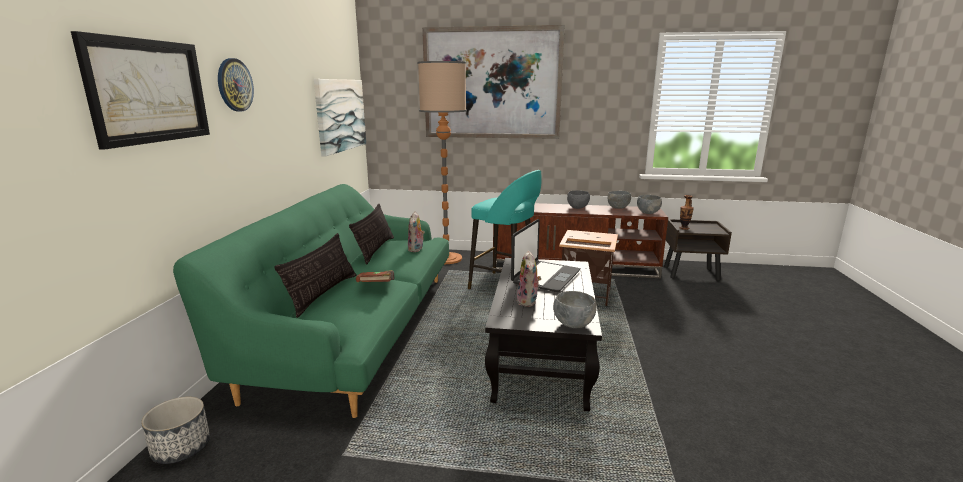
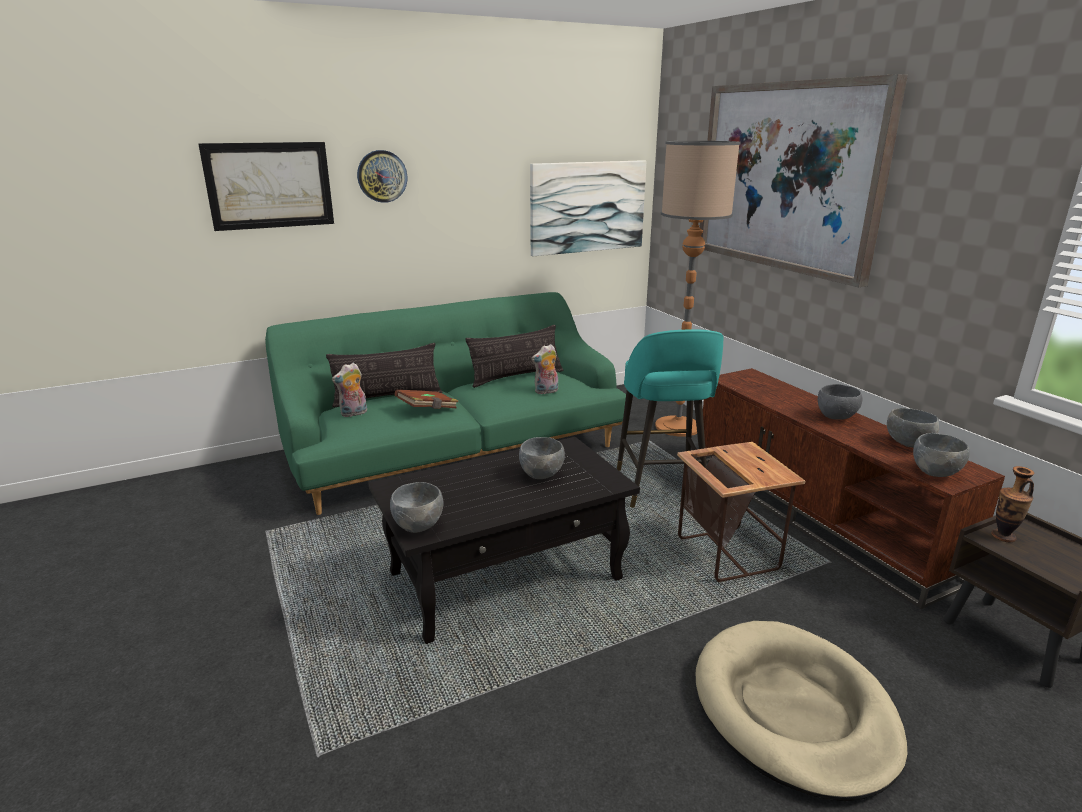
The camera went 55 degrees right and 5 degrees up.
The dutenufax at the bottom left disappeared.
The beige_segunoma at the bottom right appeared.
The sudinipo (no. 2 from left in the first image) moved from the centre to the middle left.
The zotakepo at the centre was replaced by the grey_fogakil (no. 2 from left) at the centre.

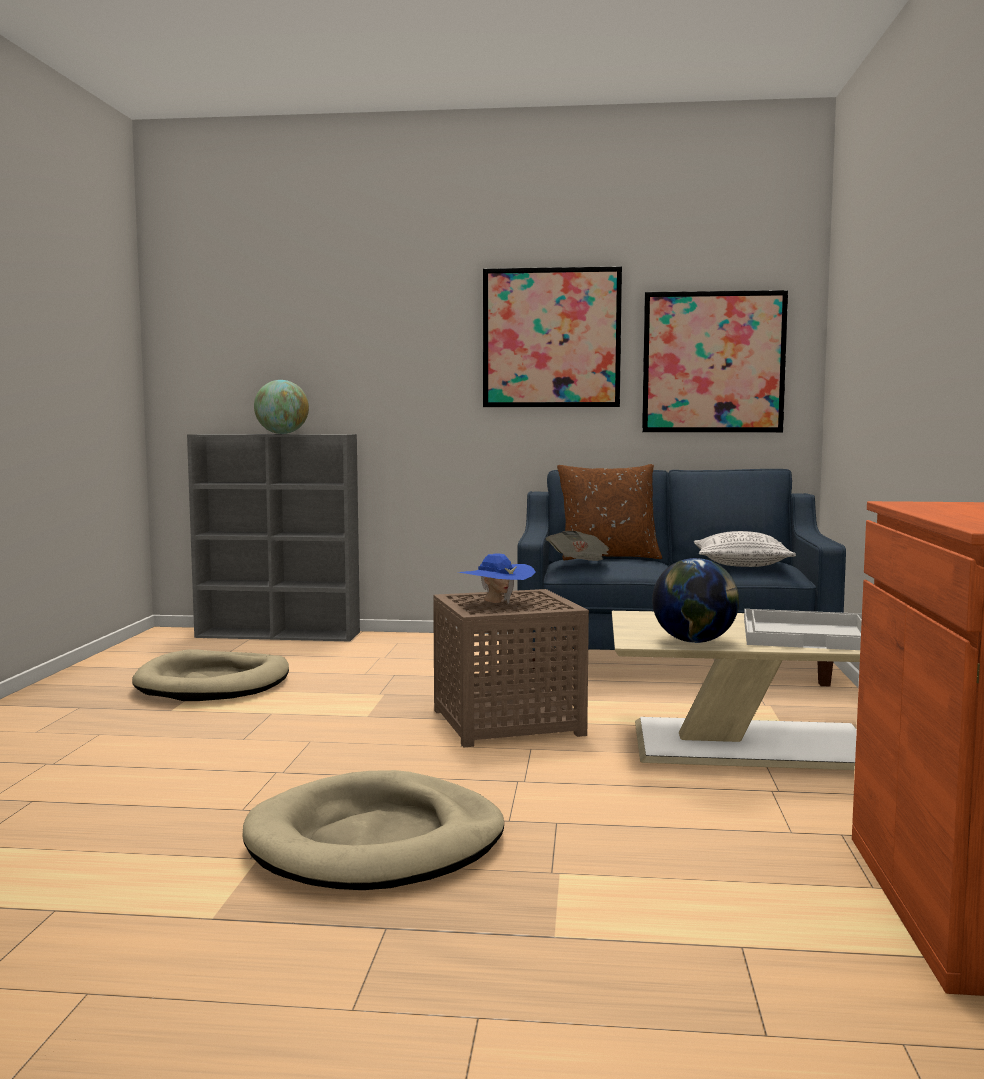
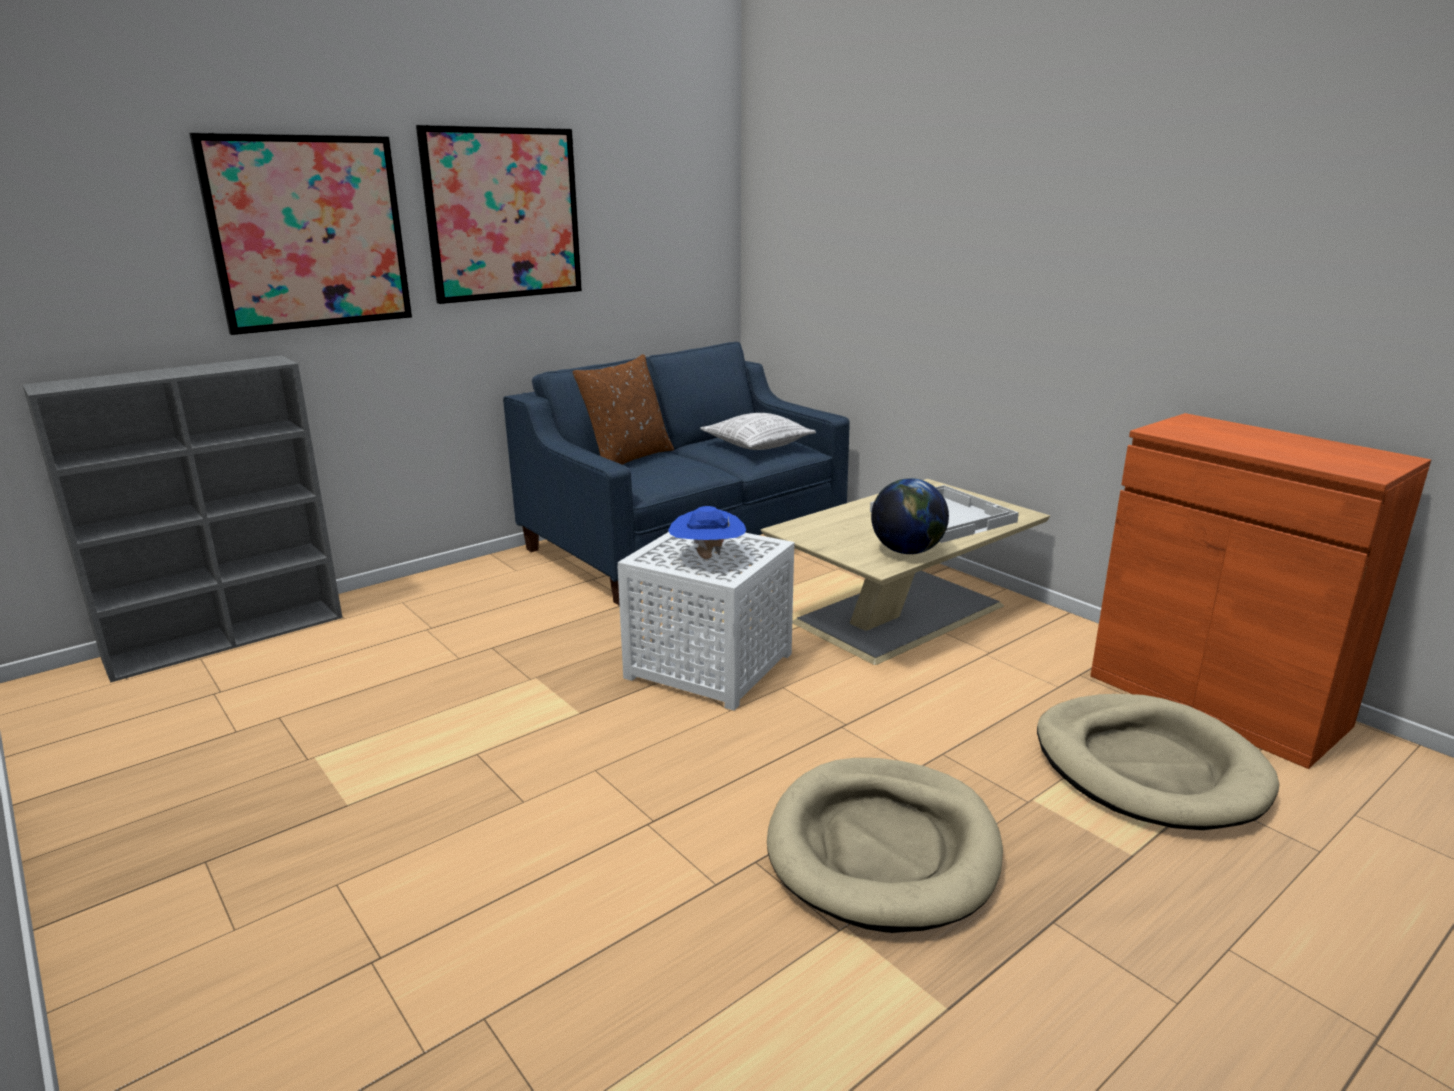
The camera went 45 degrees left and 15 degrees up.
The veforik (no. 1 from left) at the middle left disappeared.
The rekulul at the centre disappeared.
The beige_segunoma (no. 1 from left in the first image) moved from the middle left to the bottom right.
The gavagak (no. 2 from left in the first image) moved from the middle right to the top left.
The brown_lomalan at the centre became the white_lomalan at the centre.

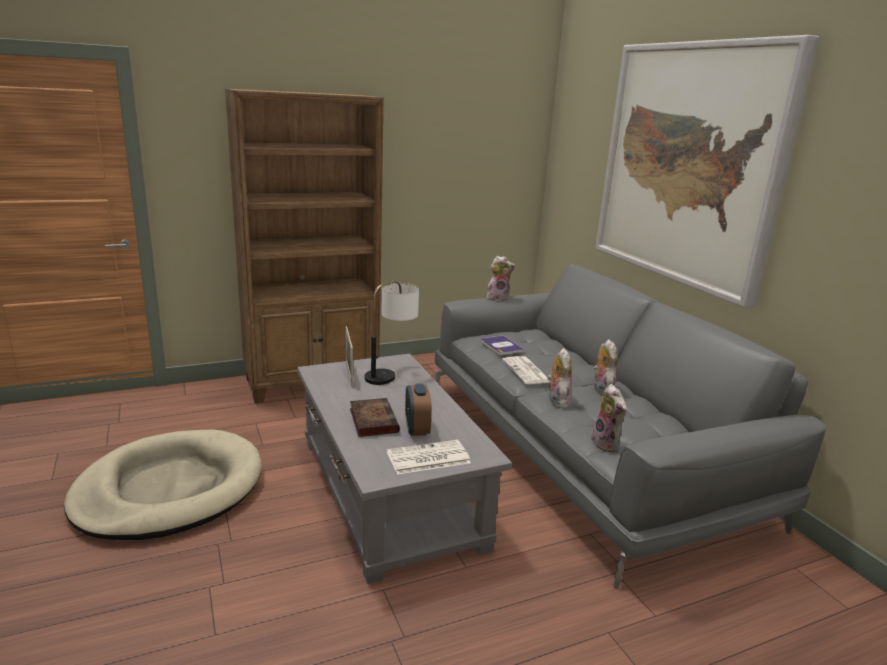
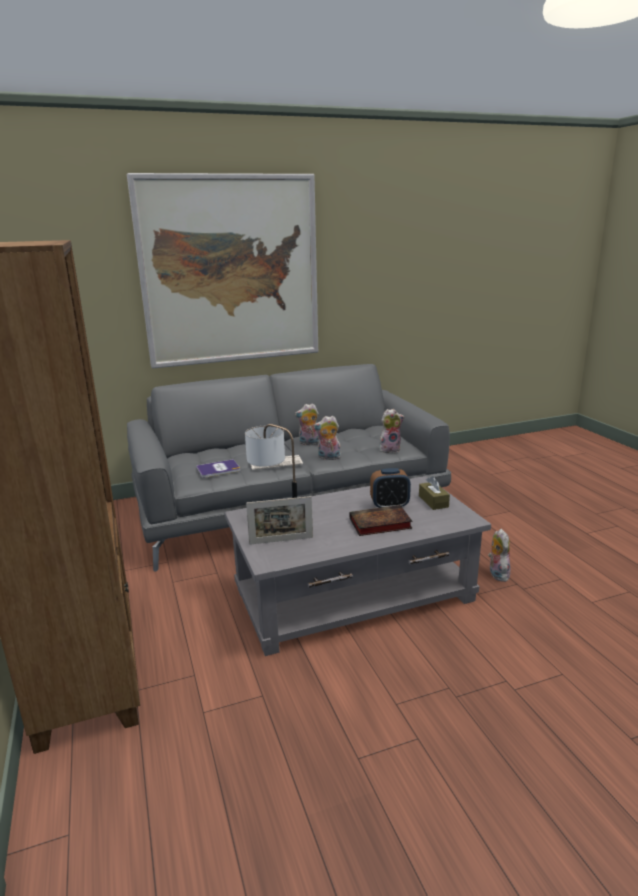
The camera went 85 degrees left and 0 degrees up.
The beige_segunoma at the bottom left disappeared.
The sudinipo (no. 1 from left in the first image) moved from the centre to the middle right.
The rekulul (no. 1 from left) at the bottom centre was replaced by the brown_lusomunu at the middle right.

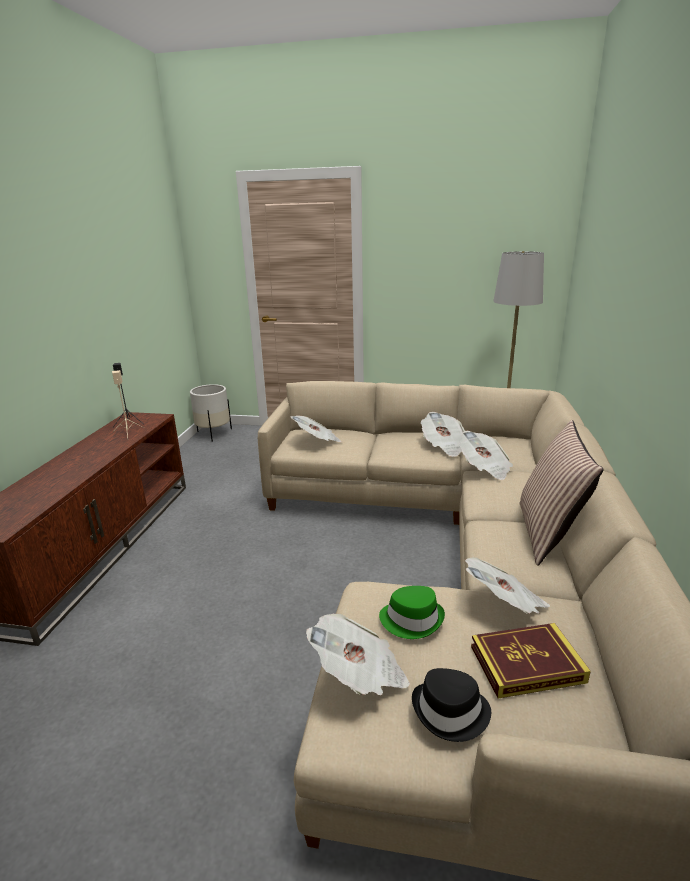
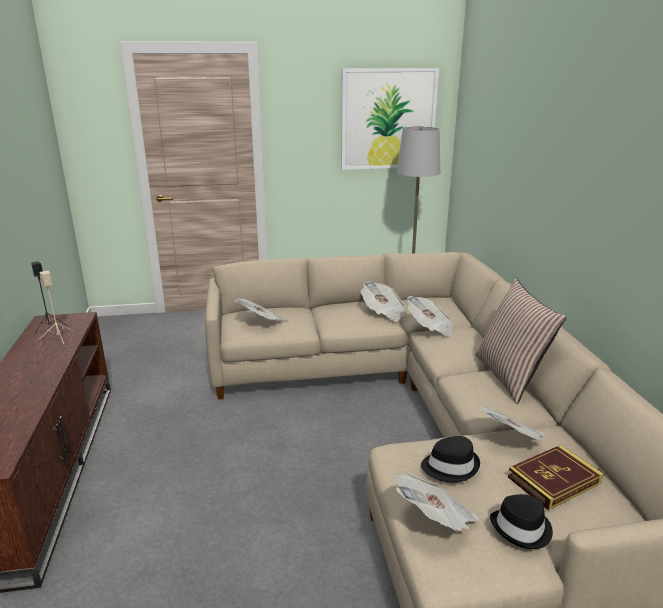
The camera went 20 degrees left and 0 degrees up.
The white_dutenufax at the middle left disappeared.
The gavagak at the top centre appeared.
The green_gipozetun at the bottom centre became the black_gipozetun (no. 1 from left) at the bottom right.

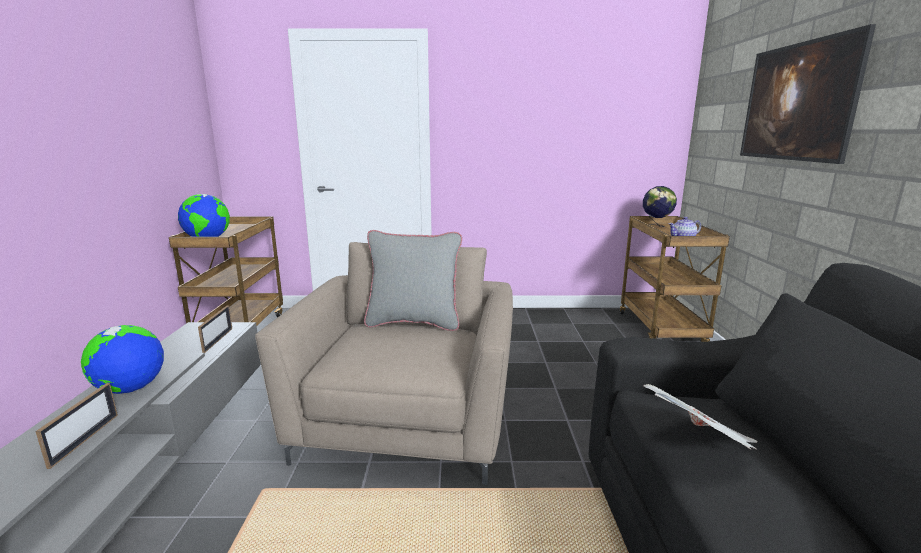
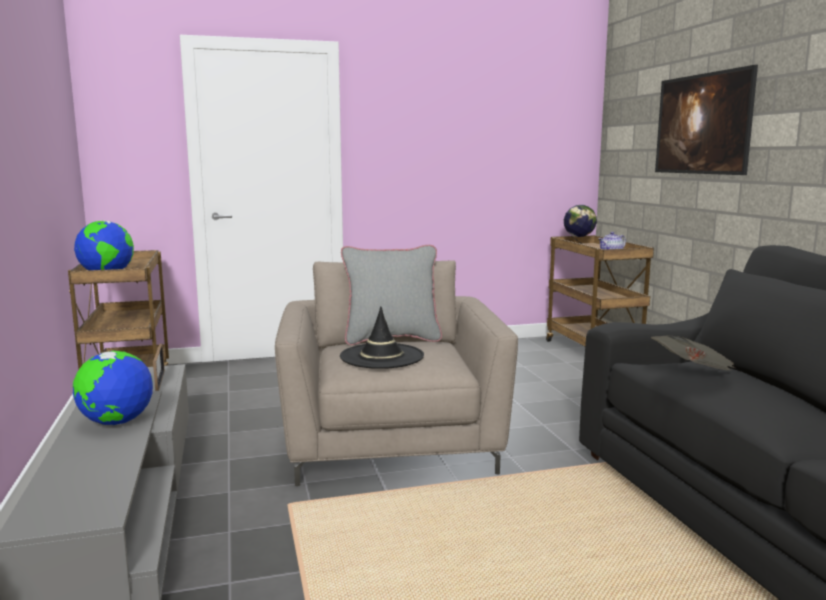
The camera went 15 degrees left and 5 degrees down.
The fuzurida (no. 1 from left) at the bottom left disappeared.
The black_gipozetun at the centre appeared.

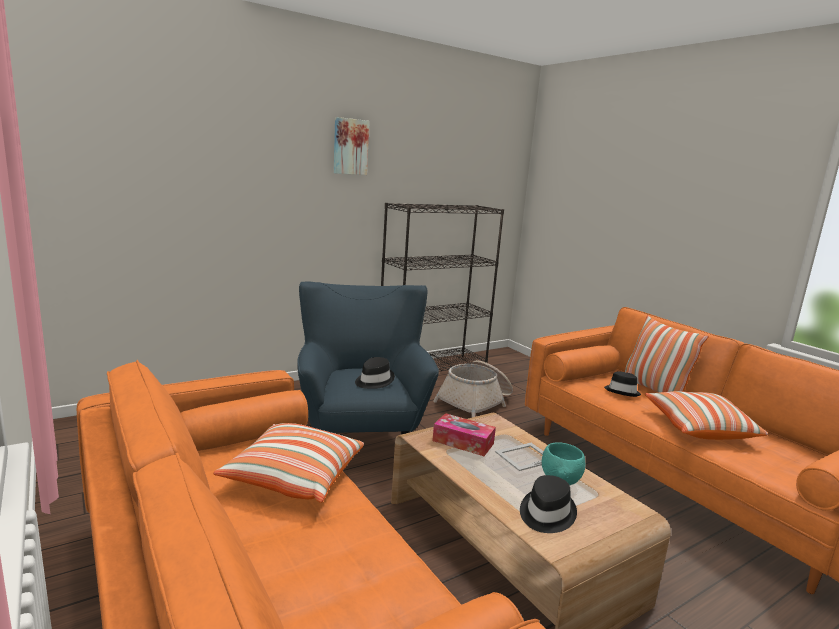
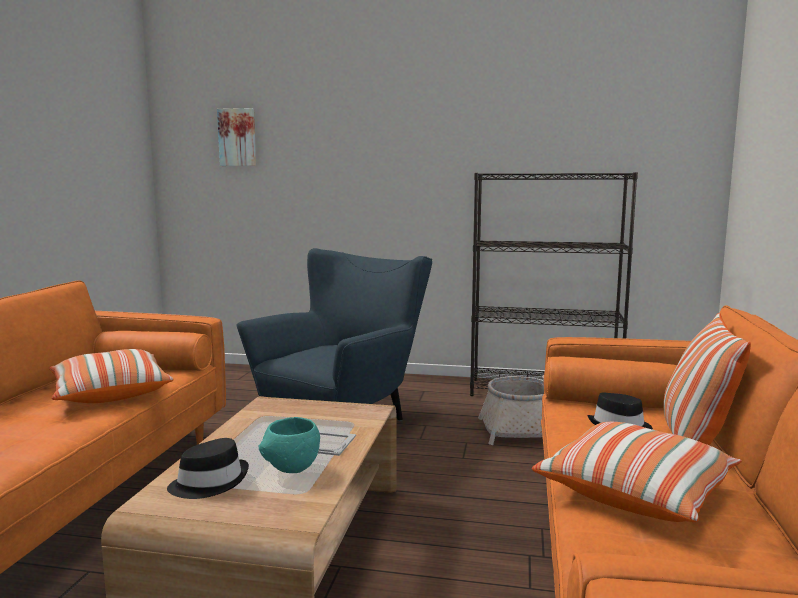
The camera went 45 degrees right and 5 degrees down.
The black_gipozetun (no. 1 from left) at the centre disappeared.
The lusomunu at the bottom centre disappeared.
The gavagak moved from the top centre to the top left.

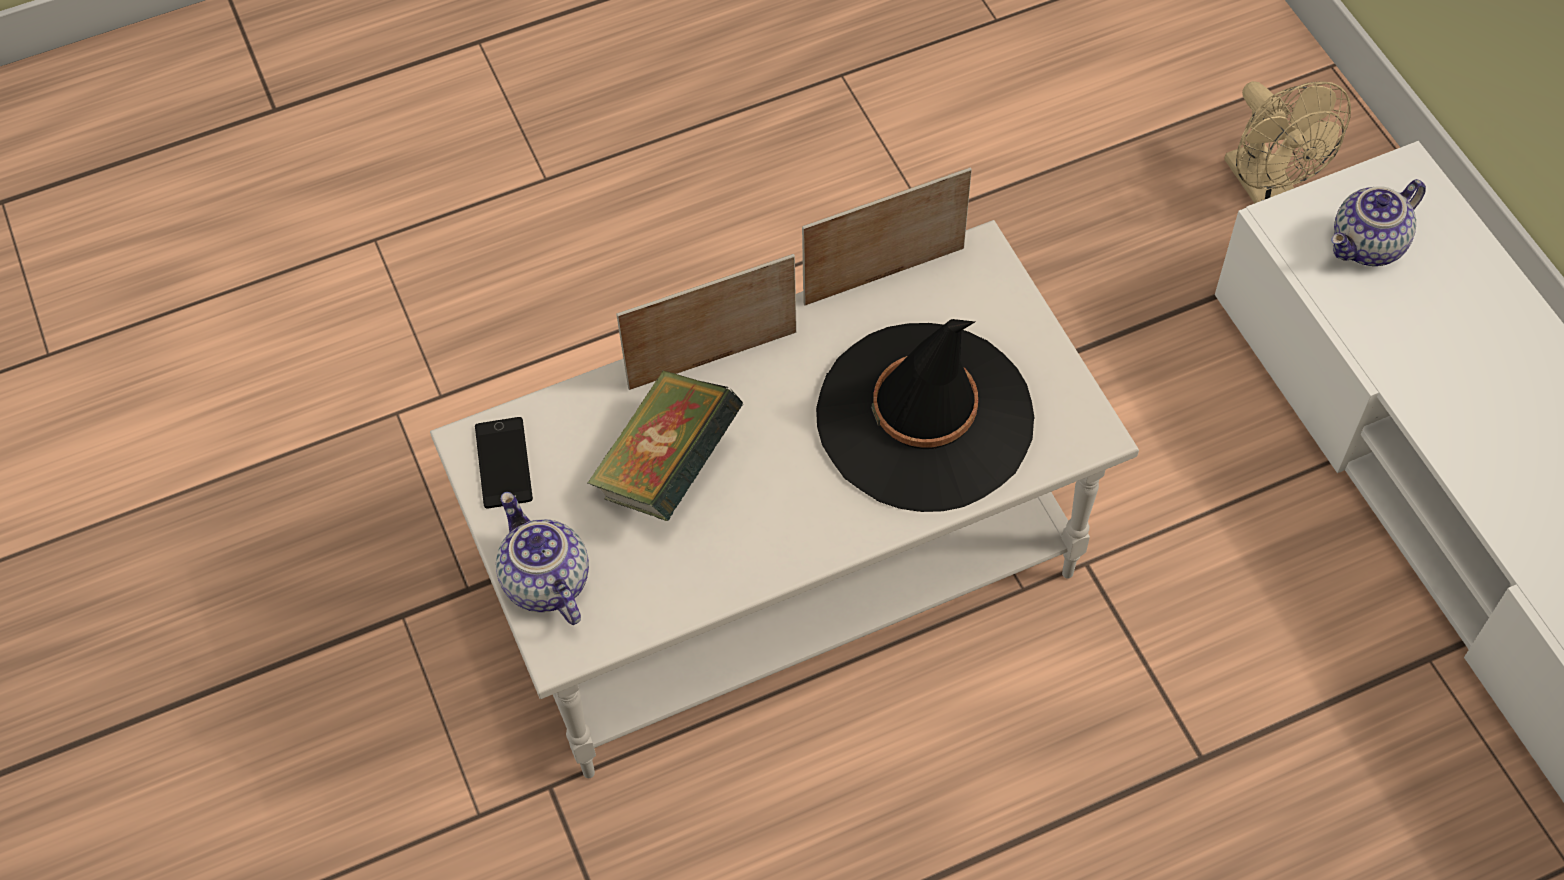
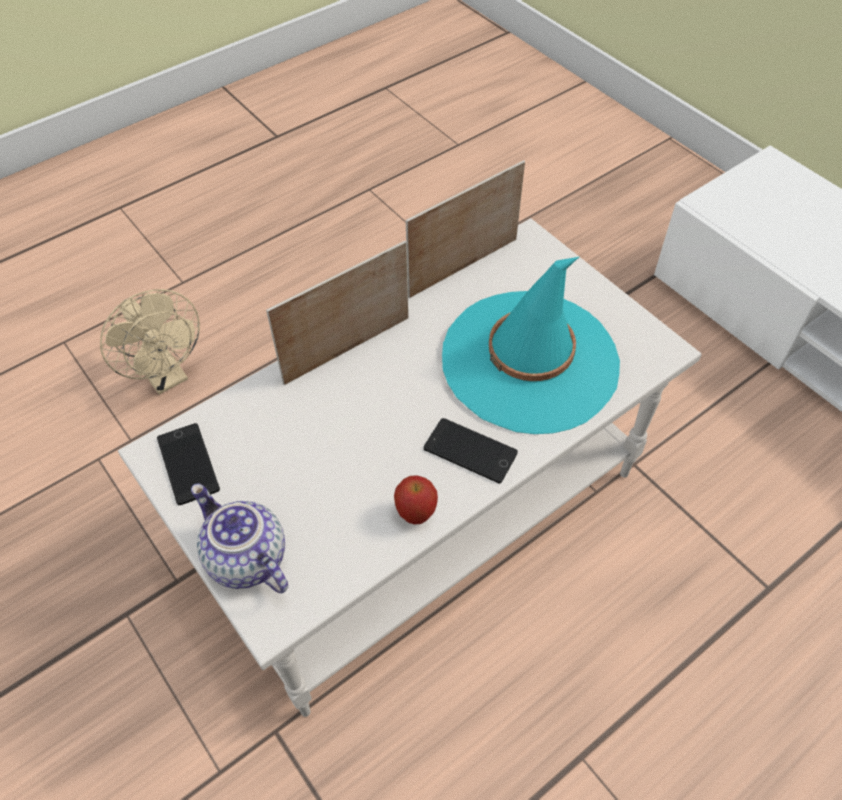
The camera went 15 degrees left and 5 degrees down.
The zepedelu at the centre disappeared.
The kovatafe (no. 2 from left) at the top right disappeared.
The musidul at the centre appeared.
The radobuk (no. 2 from left) at the centre appeared.
The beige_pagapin moved from the top right to the middle left.
The black_gipozetun at the centre became the turquoise_gipozetun at the centre.

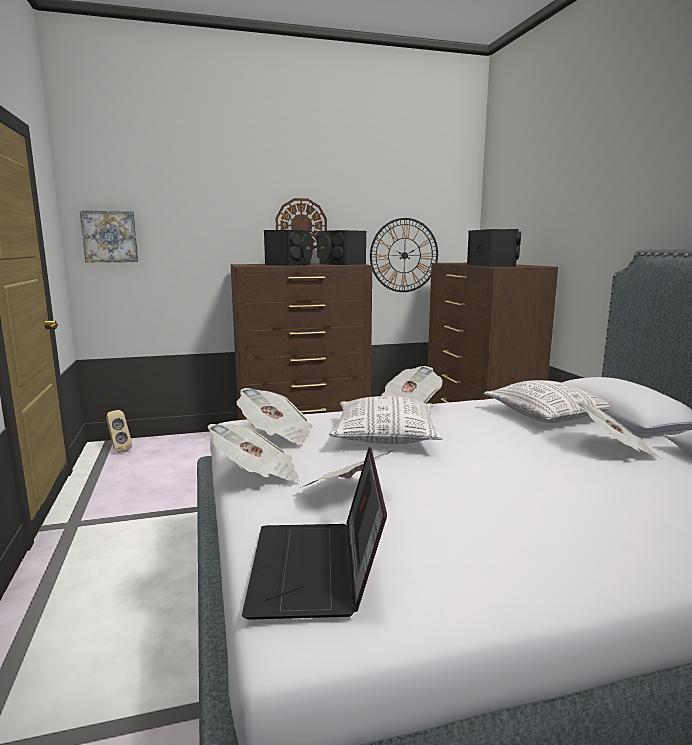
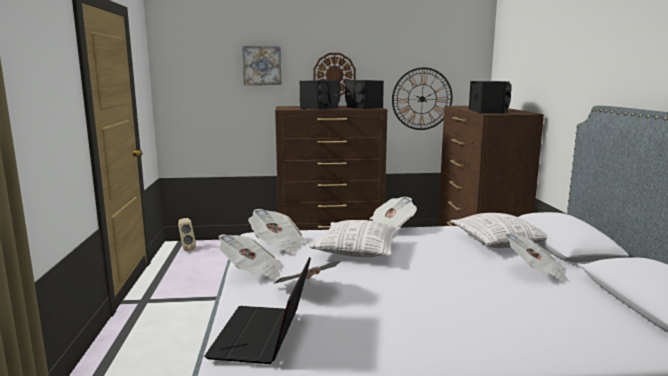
The camera went 10 degrees right and 0 degrees up.
The gavagak moved from the top left to the top centre.

